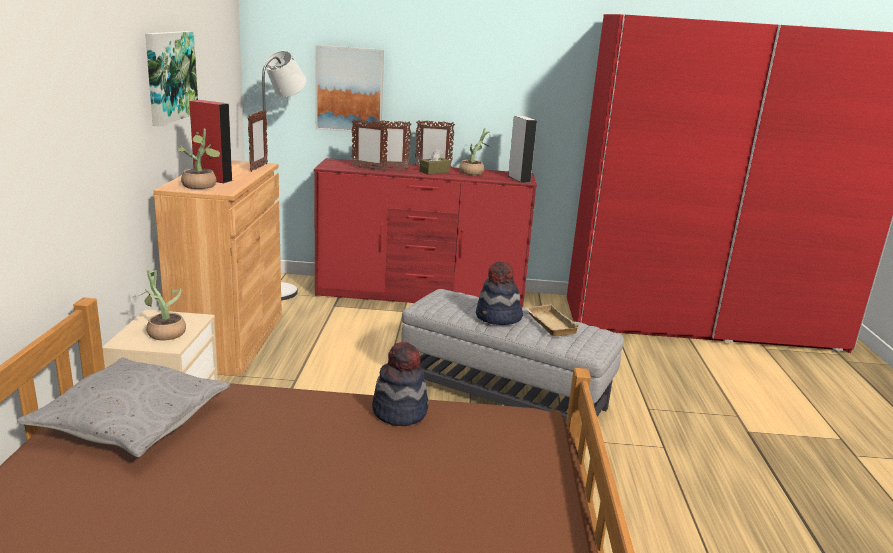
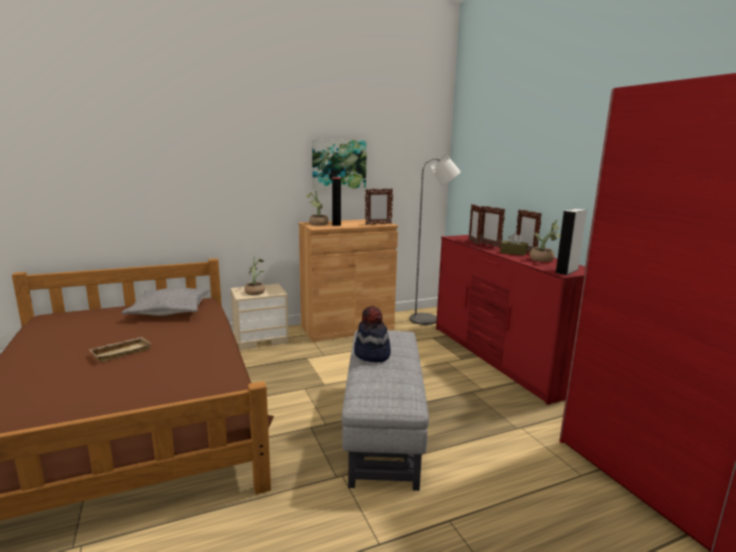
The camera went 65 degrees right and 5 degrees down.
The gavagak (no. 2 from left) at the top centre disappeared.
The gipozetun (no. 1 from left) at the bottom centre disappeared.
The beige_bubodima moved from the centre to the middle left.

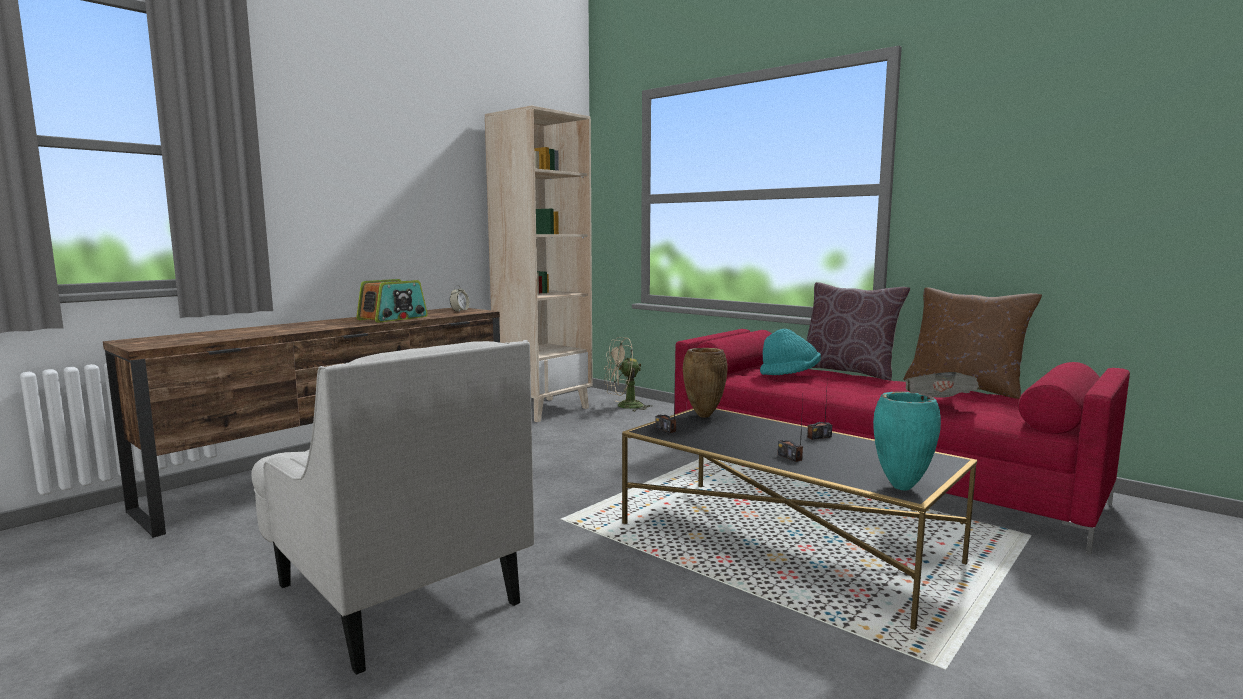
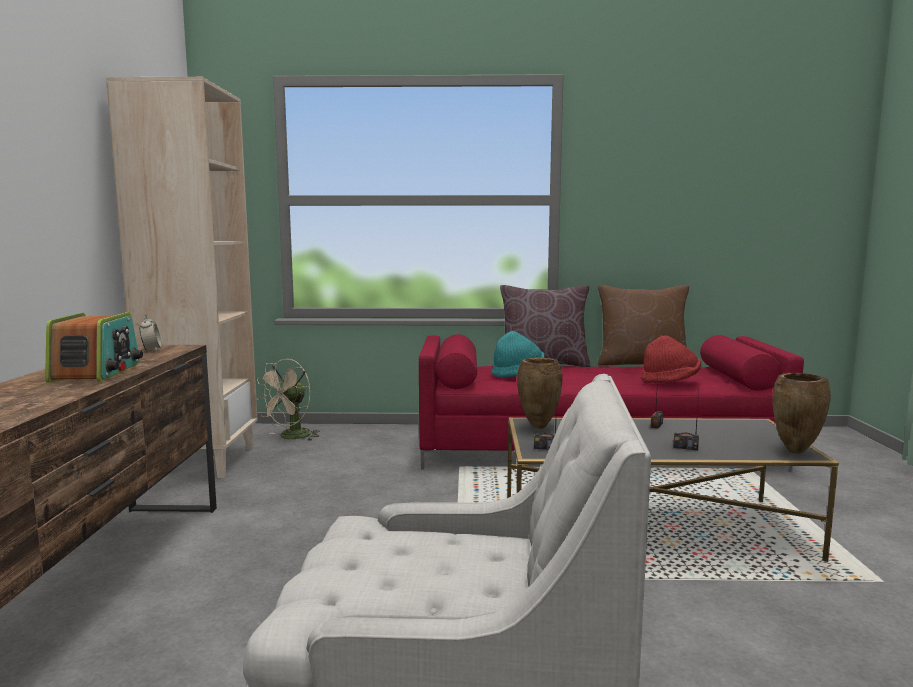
The camera went 40 degrees left and 0 degrees up.
The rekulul at the middle right was replaced by the red_gipozetun at the middle right.
The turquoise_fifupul at the middle right became the brown_fifupul (no. 2 from left) at the middle right.

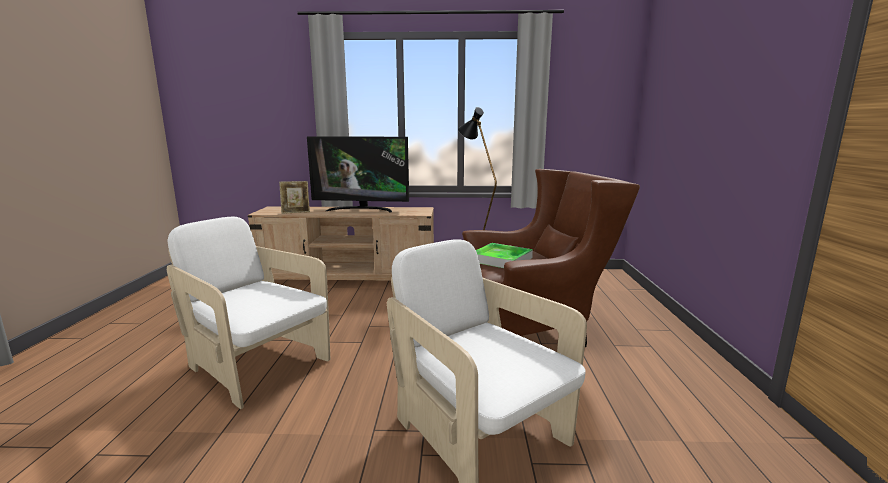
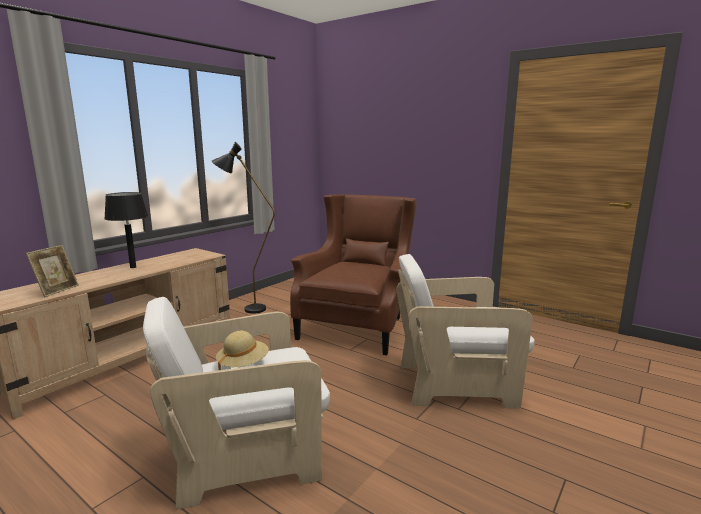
The camera went 55 degrees left and 0 degrees up.
The bubodima at the centre disappeared.
The beige_gipozetun at the bottom centre appeared.
The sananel at the centre was replaced by the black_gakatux at the middle left.

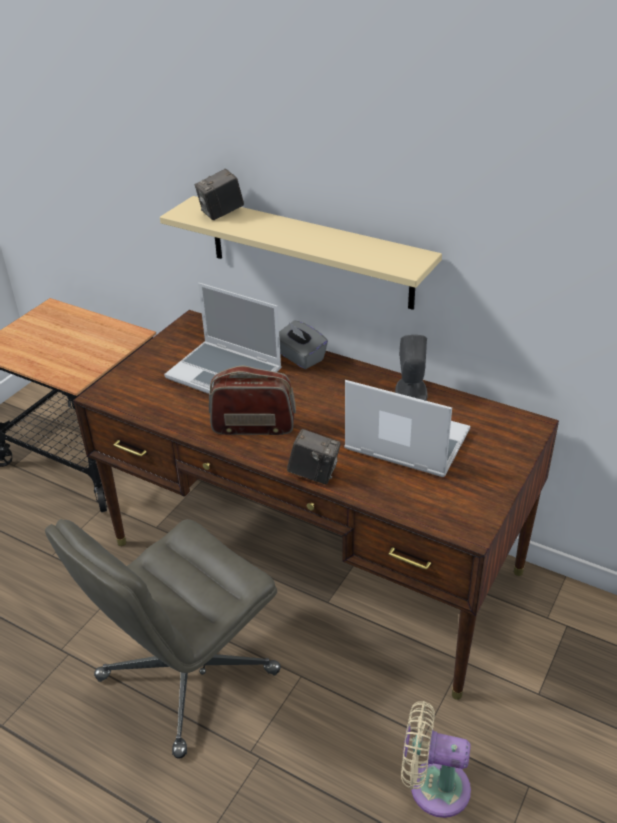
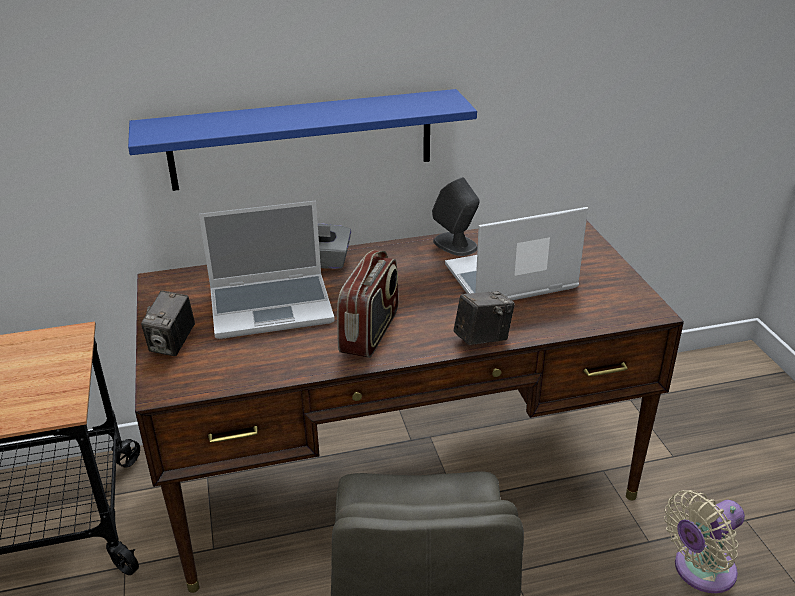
The camera went 45 degrees left and 5 degrees down.
The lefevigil (no. 1 from left) moved from the top centre to the middle left.
The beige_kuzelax at the top centre became the blue_kuzelax at the top centre.
The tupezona at the centre turned 150 degrees clockwise.

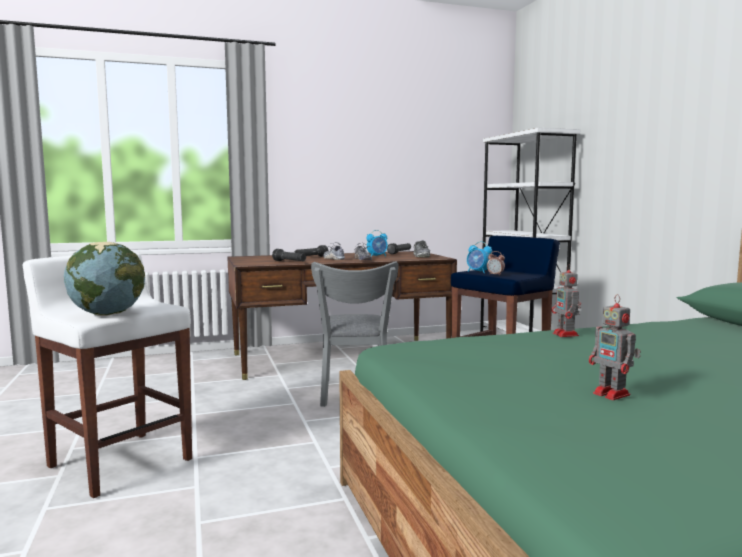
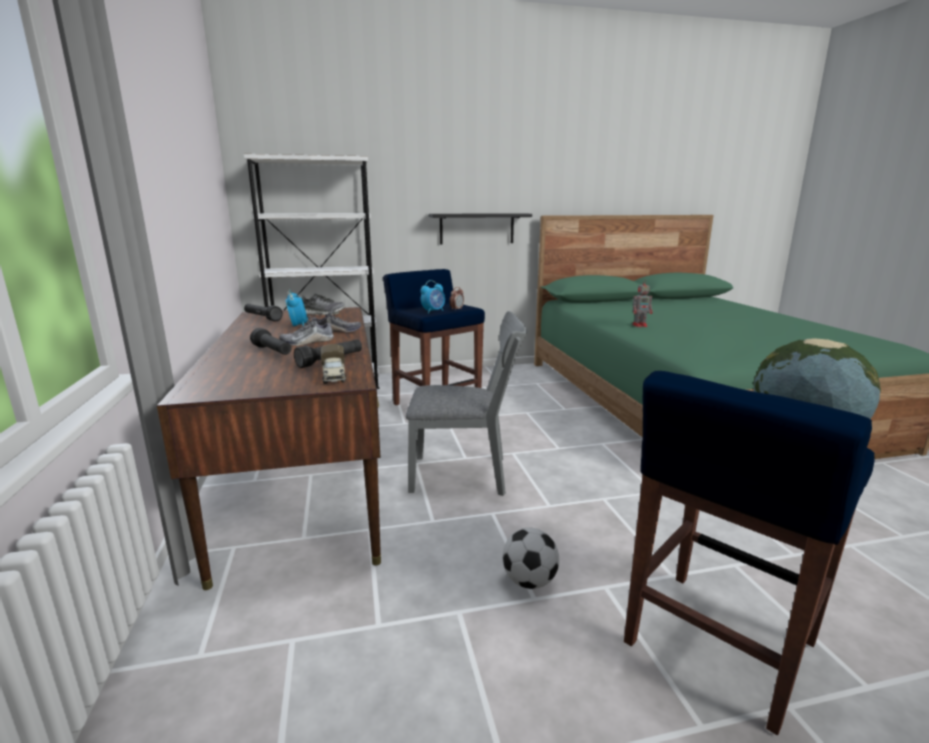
The camera went 85 degrees left and 10 degrees up.
The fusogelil (no. 2 from left) at the middle right disappeared.
The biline at the centre appeared.
The black_kuzelax at the top centre appeared.
The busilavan at the bottom centre appeared.
The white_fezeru at the bottom left became the blue_fezeru (no. 2 from left) at the bottom right.

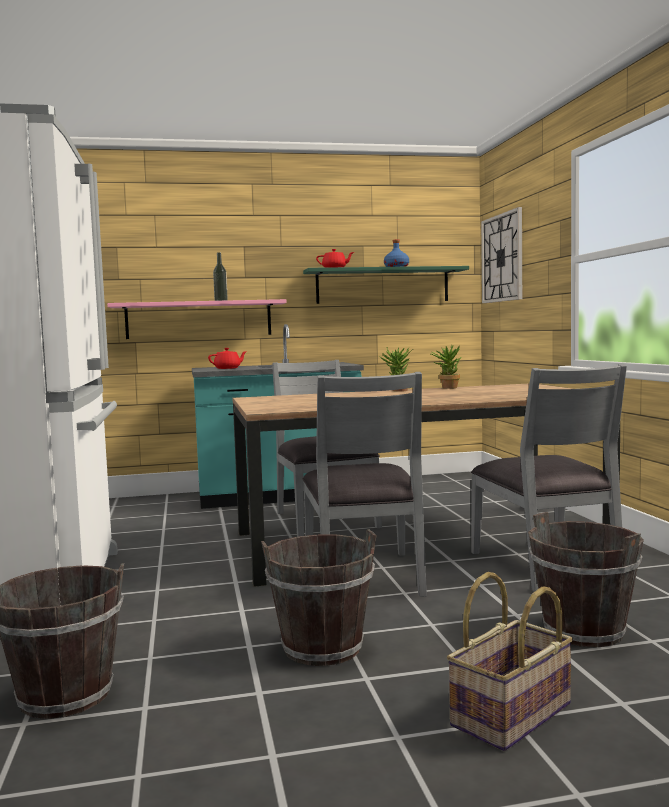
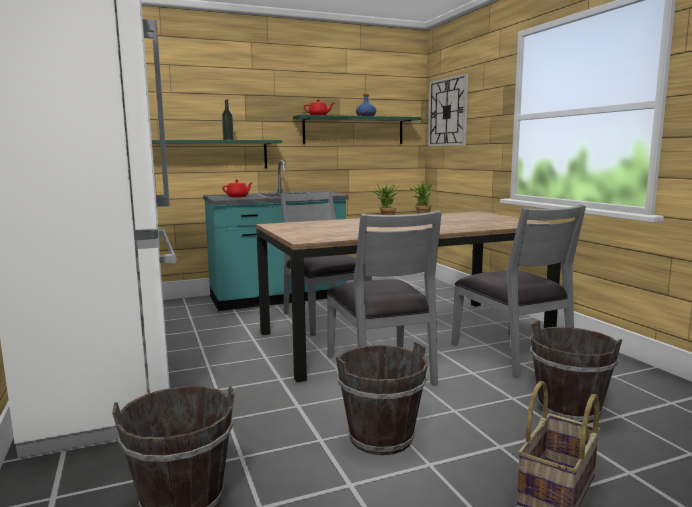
The camera went 10 degrees left and 5 degrees up.
The pink_kuzelax at the middle left became the green_kuzelax (no. 1 from left) at the top left.

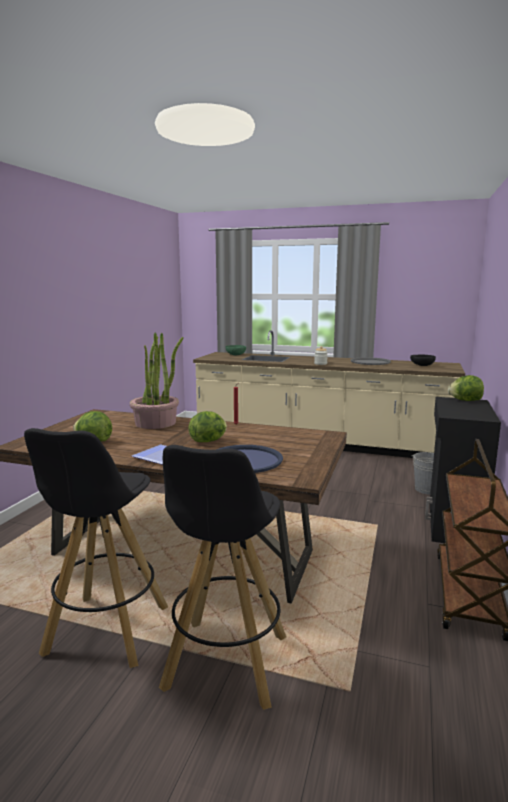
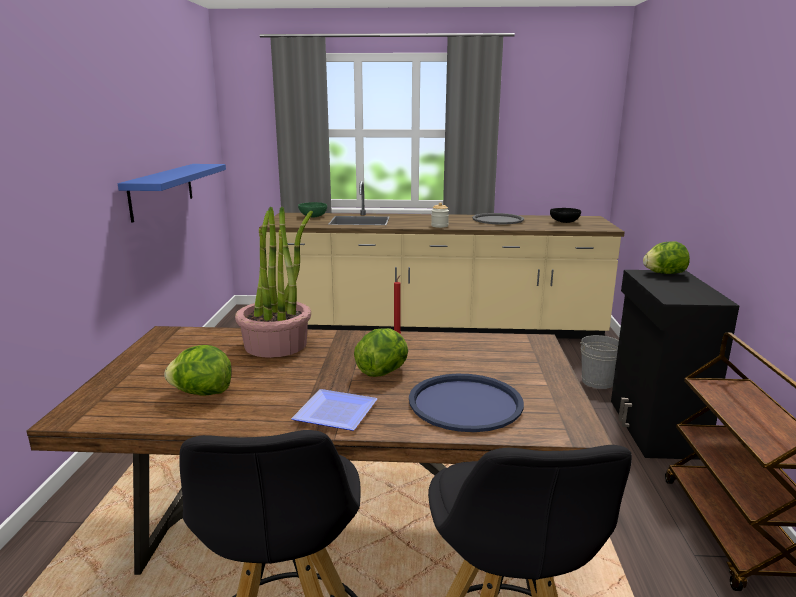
The camera went 15 degrees left and 5 degrees up.
The blue_kuzelax at the top left appeared.

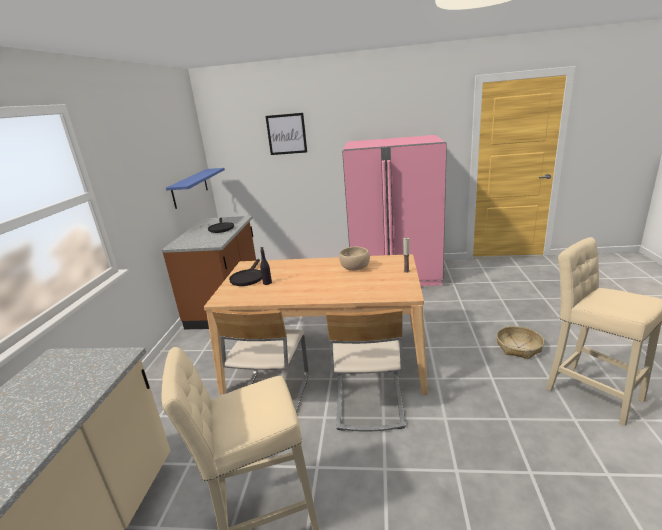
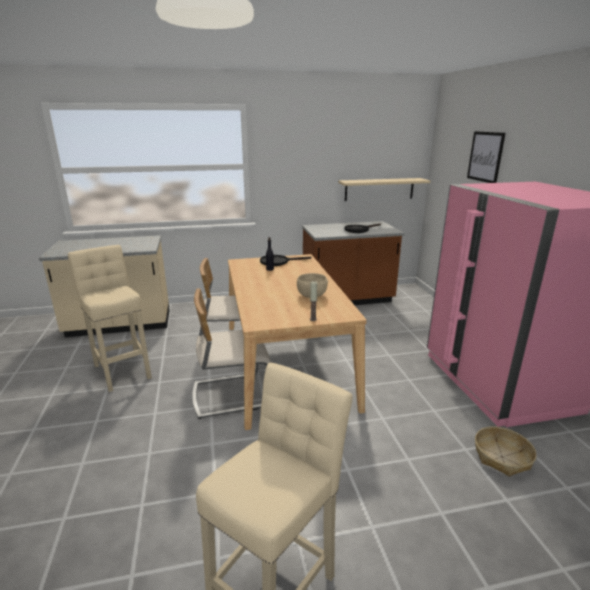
The camera went 70 degrees right and 0 degrees up.
The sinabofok moved from the middle right to the bottom right.
The blue_kuzelax at the middle left became the beige_kuzelax at the top centre.

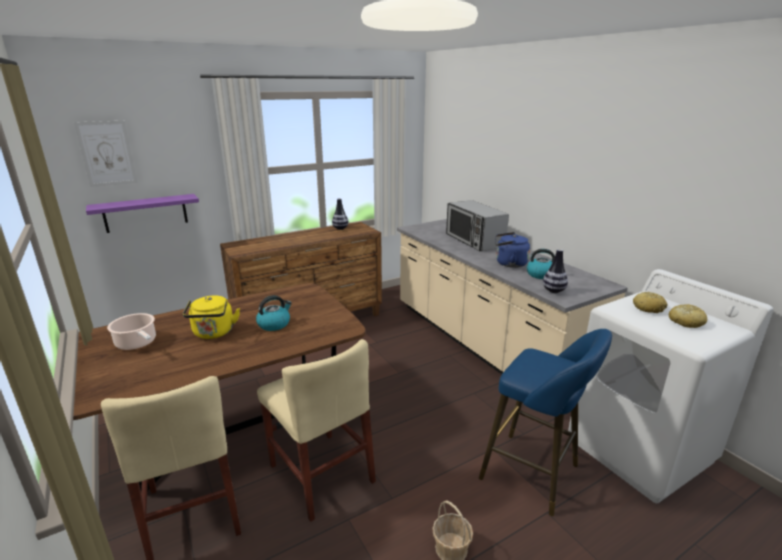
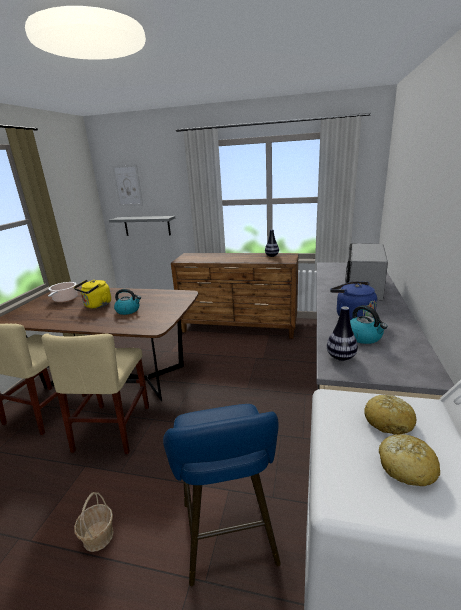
The camera went 45 degrees right and 0 degrees up.
The purple_kuzelax at the middle left became the grey_kuzelax at the middle left.

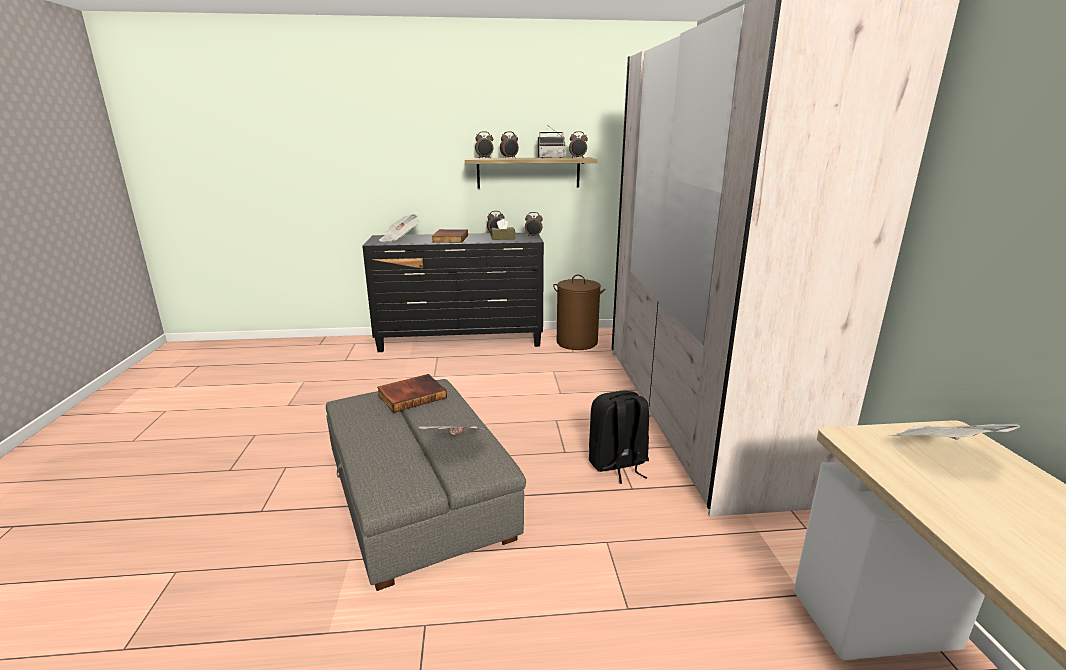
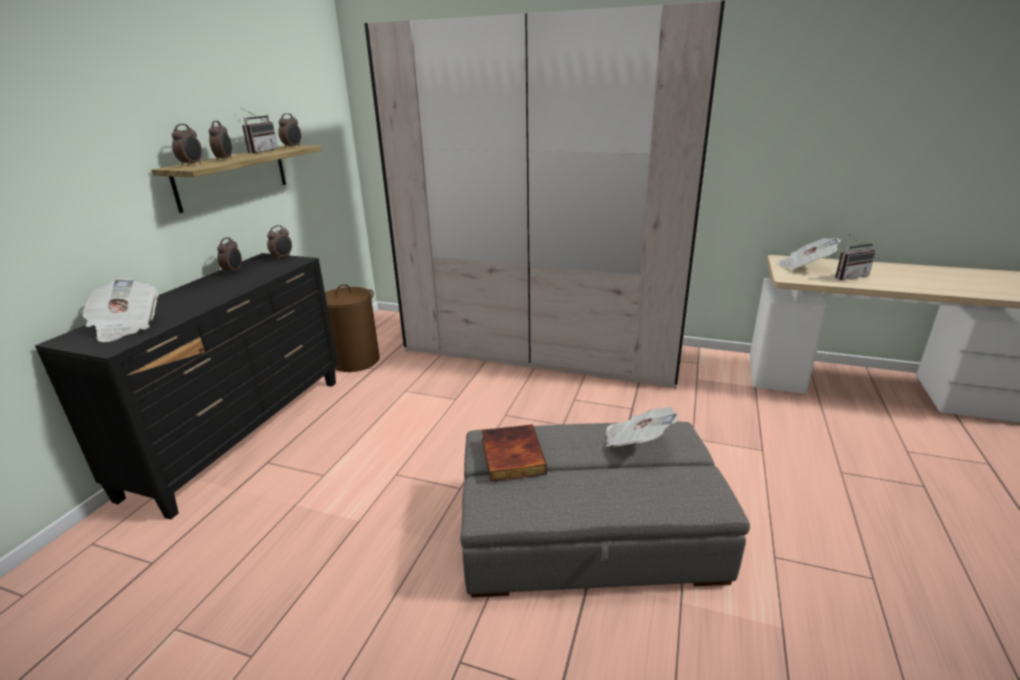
The camera went 65 degrees left and 5 degrees up.
The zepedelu (no. 2 from left) at the centre disappeared.
The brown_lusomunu at the centre disappeared.
The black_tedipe at the centre disappeared.
The tupezona (no. 2 from left) at the middle right appeared.

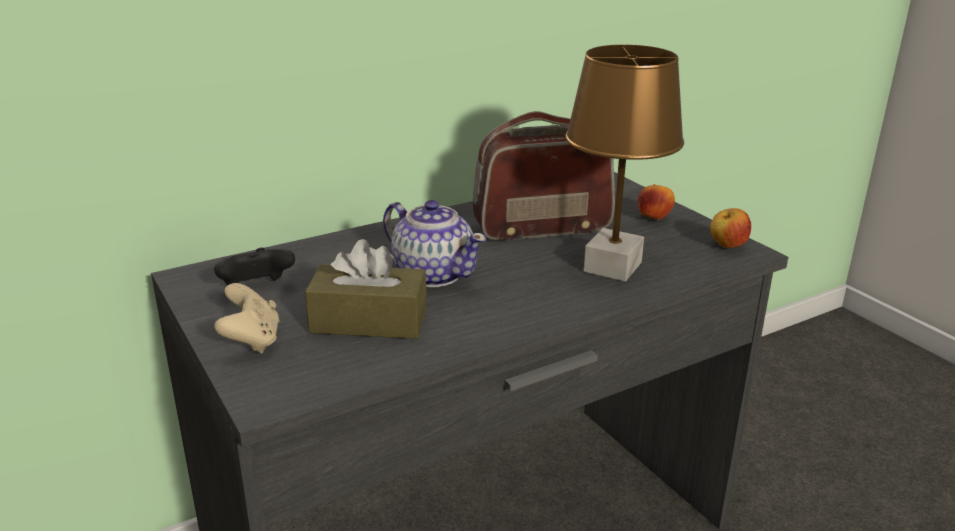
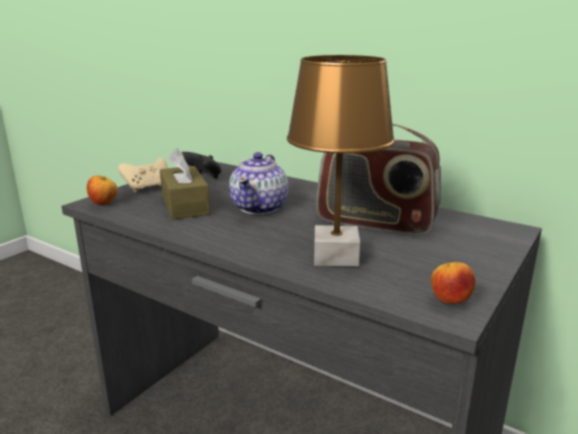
The camera went 65 degrees right and 5 degrees down.
The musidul (no. 1 from left) moved from the middle right to the middle left.
The tupezona at the top centre turned 150 degrees clockwise.

